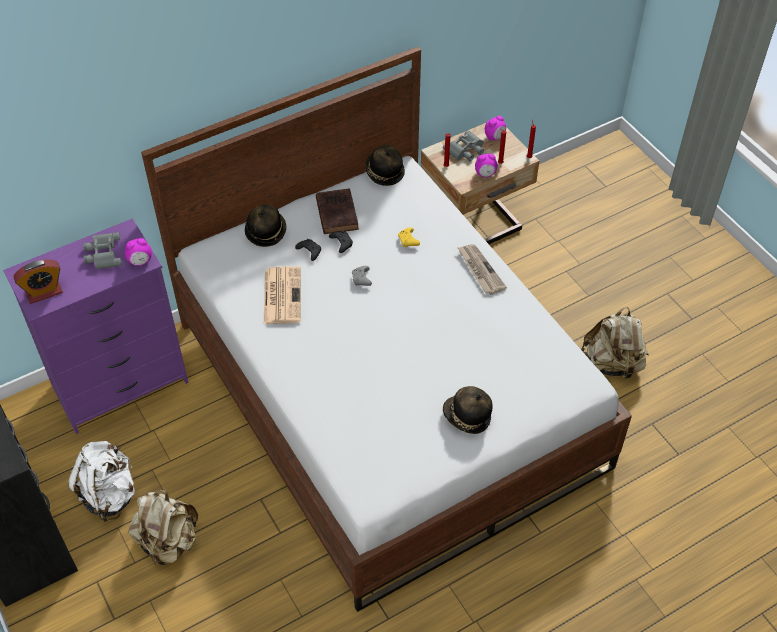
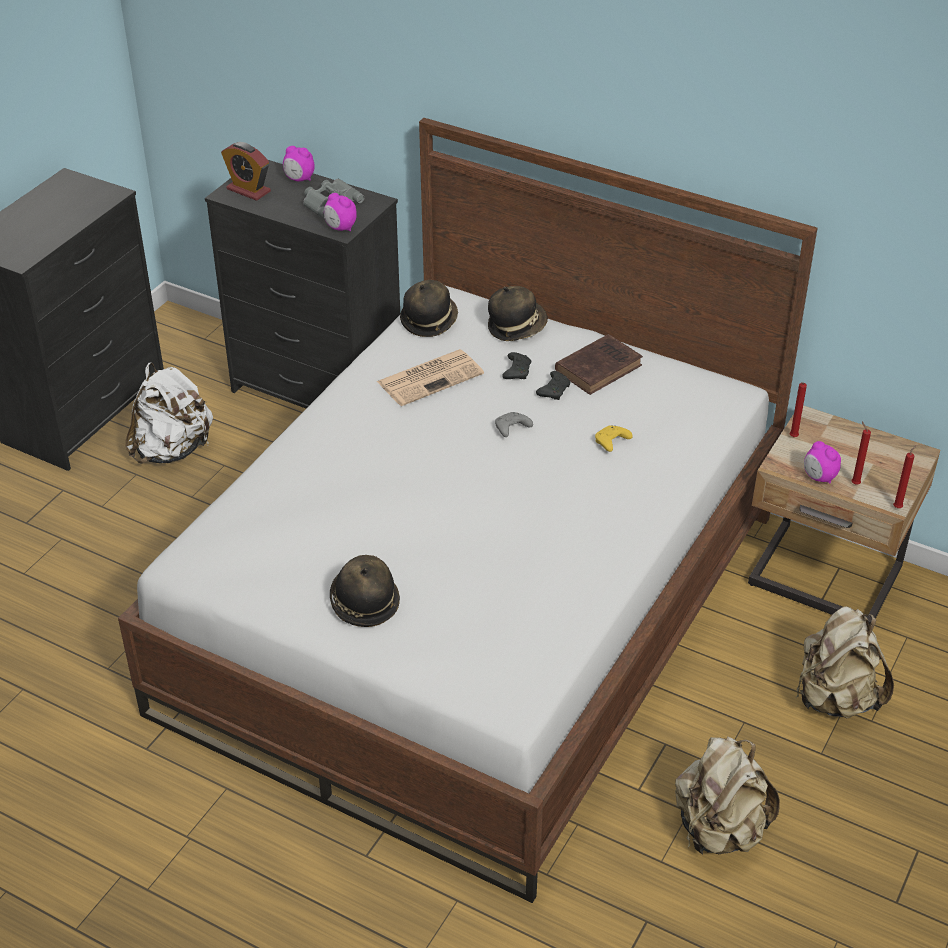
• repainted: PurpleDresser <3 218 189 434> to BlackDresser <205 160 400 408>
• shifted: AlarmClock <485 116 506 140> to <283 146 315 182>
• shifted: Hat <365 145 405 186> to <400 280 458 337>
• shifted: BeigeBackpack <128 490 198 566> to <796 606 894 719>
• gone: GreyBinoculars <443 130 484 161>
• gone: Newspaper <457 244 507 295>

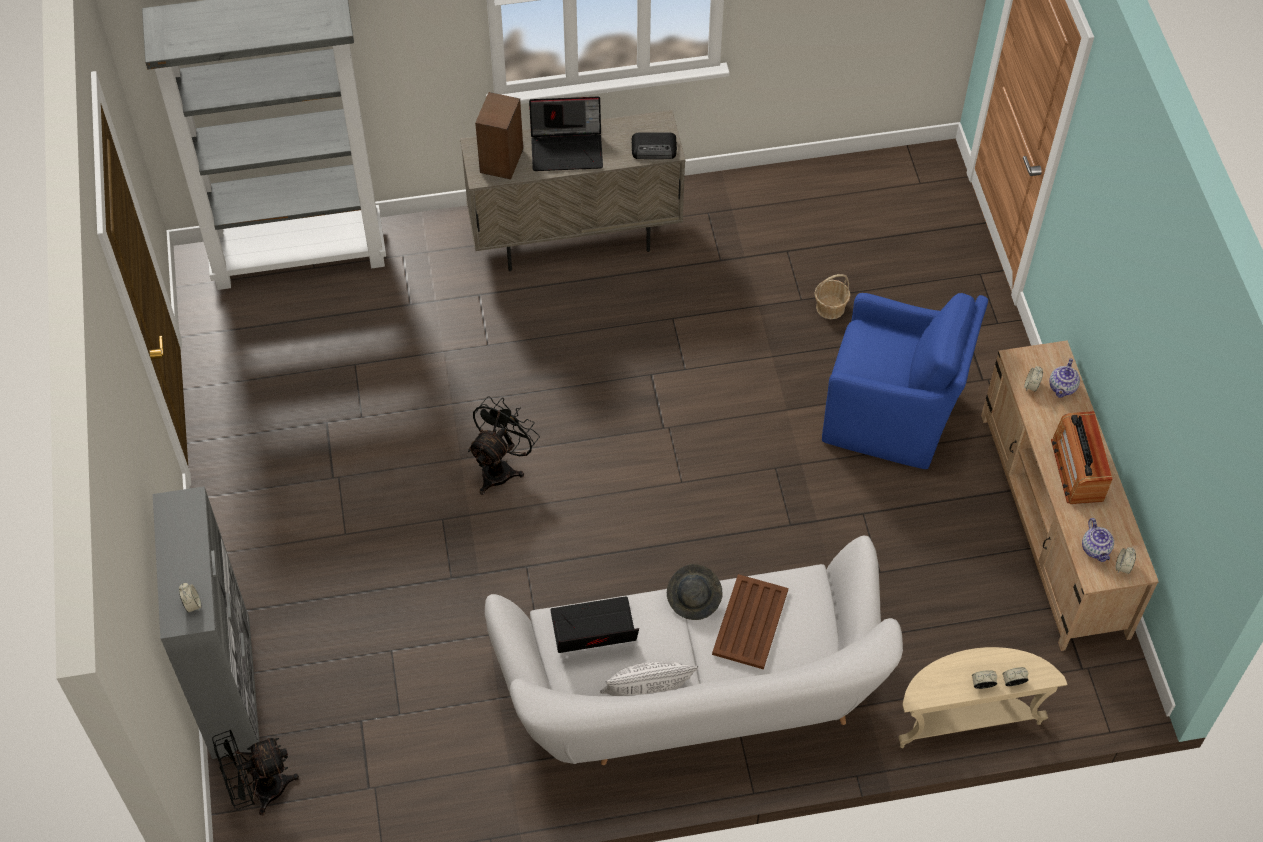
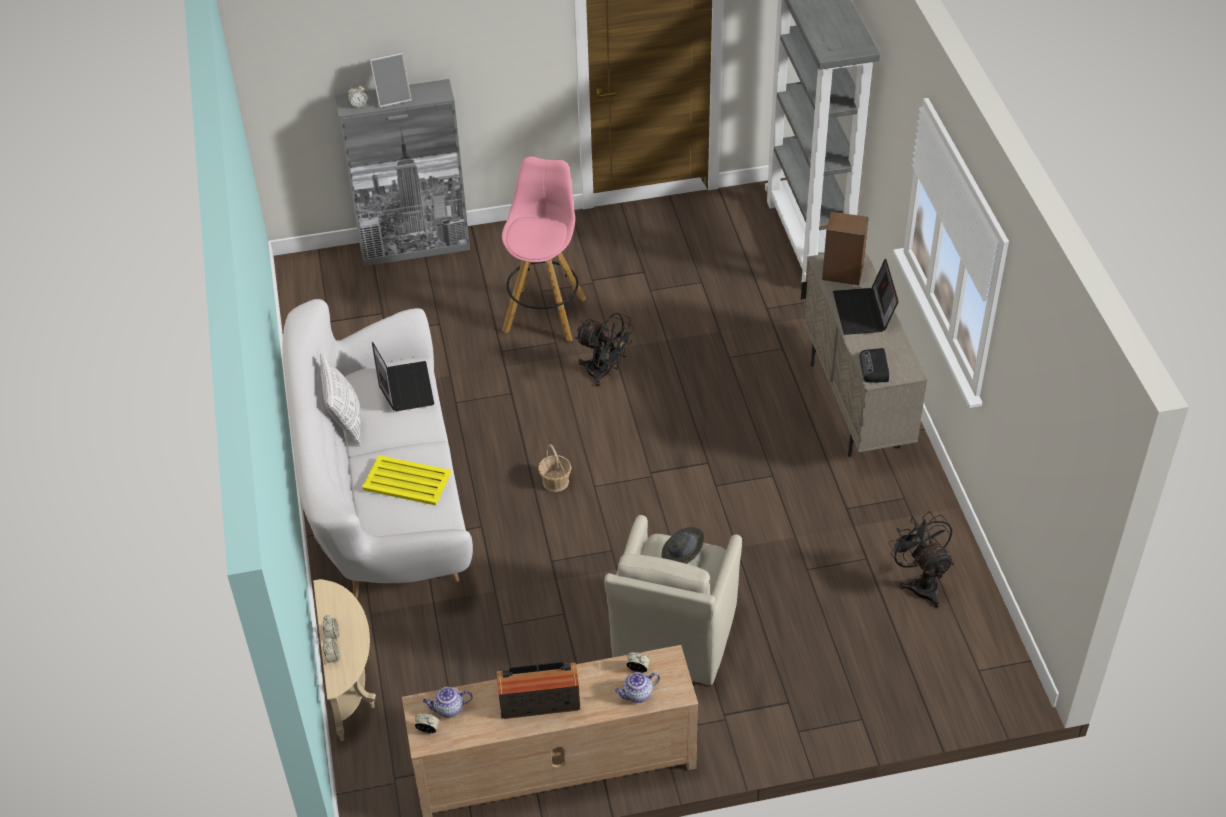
• repainted: BrownTray <712 574 788 670> to YellowTray <362 455 451 505>
• new: PictureFrame <370 53 412 108>
• new: PinkStool <502 156 587 341>
• shifted: Basket <814 274 850 319> to <538 444 572 492>
• repainted: BlueArmchair <822 293 988 469> to BeigeArmchair <604 515 742 685>
• rotated: Teapot <1049 358 1080 398> = <615 672 660 703> 45 degrees counterclockwise
• shifted: GreyHat <667 564 723 620> to <662 527 705 564>
• shifted: BlackFan <212 730 299 816> to <888 511 954 608>

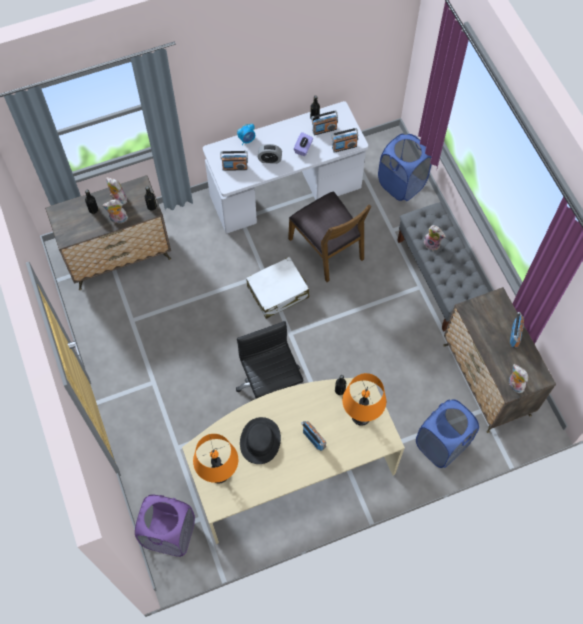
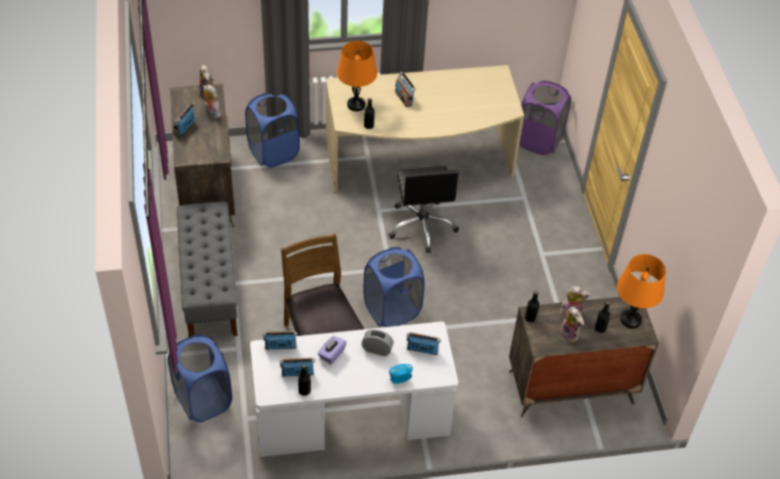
• shifted: PlushToy <424 225 446 251> to <203 85 221 118>
• swapped: WhiteSuitcase <246 257 309 319> to BlueLaundryBasket <363 247 425 327>
• shifted: OrangeTableLamp <193 434 238 484> to <617 254 666 328>
• gone: BlackHat <240 417 281 464>

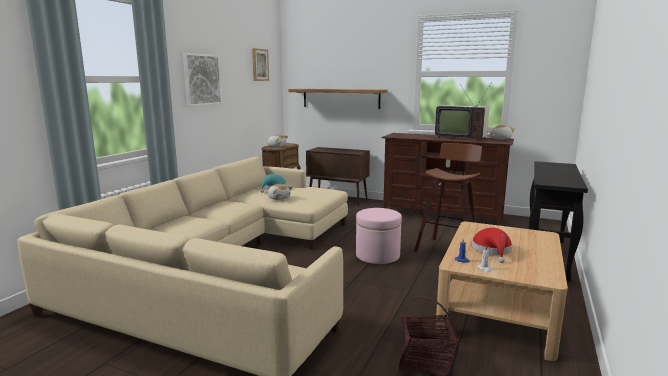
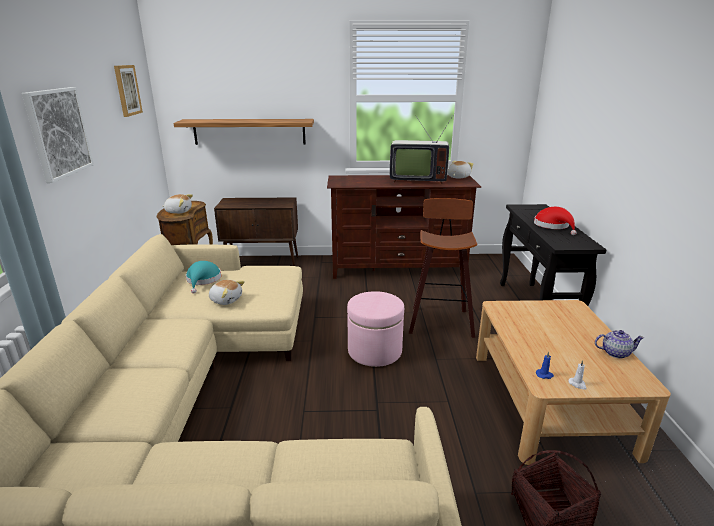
• shifted: RedHat <472 228 512 263> to <534 207 576 235>
• new: Teapot <595 330 644 358>

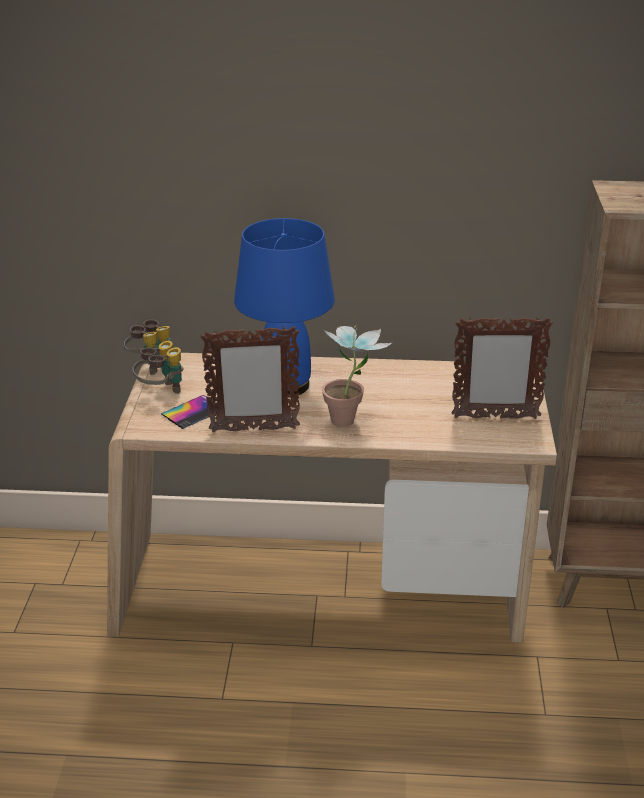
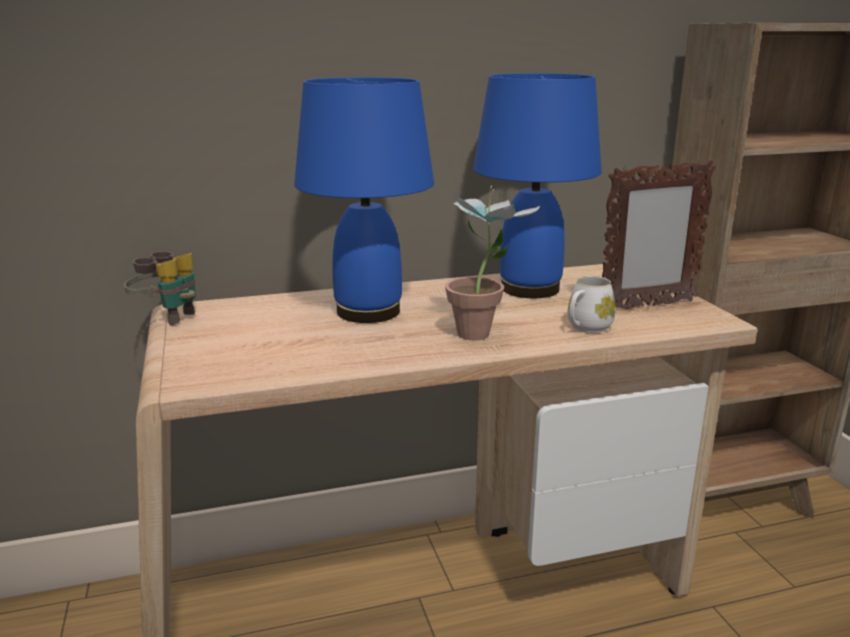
• new: BlueTableLamp <473 73 602 298>
• new: WhiteMug <568 276 615 333>
• gone: Binoculars <133 341 184 394>
• gone: Phone <161 395 218 429>
• gone: PictureFrame <200 326 300 432>

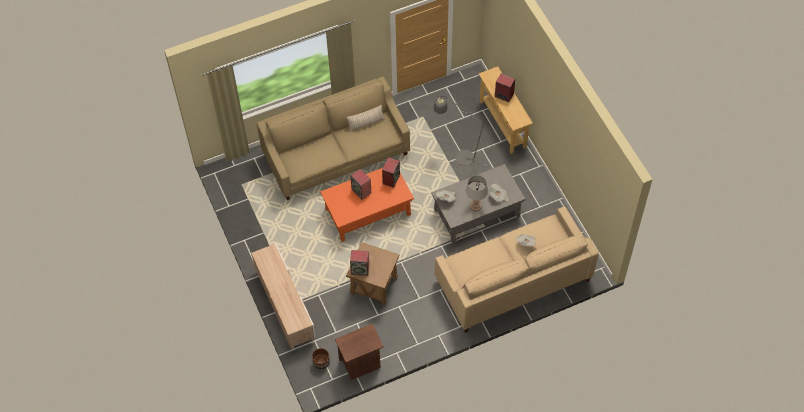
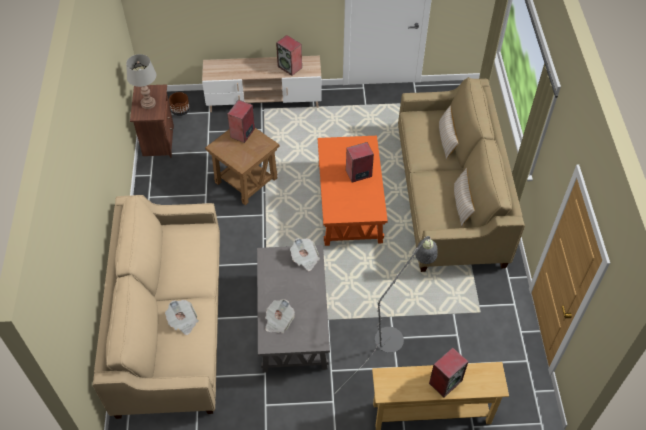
• shifted: GreyTableLamp <466 175 488 211> to <126 54 156 109>
• shifted: Speaker <382 157 400 188> to <276 35 302 76>
• new: BeigePillow <439 105 459 160>

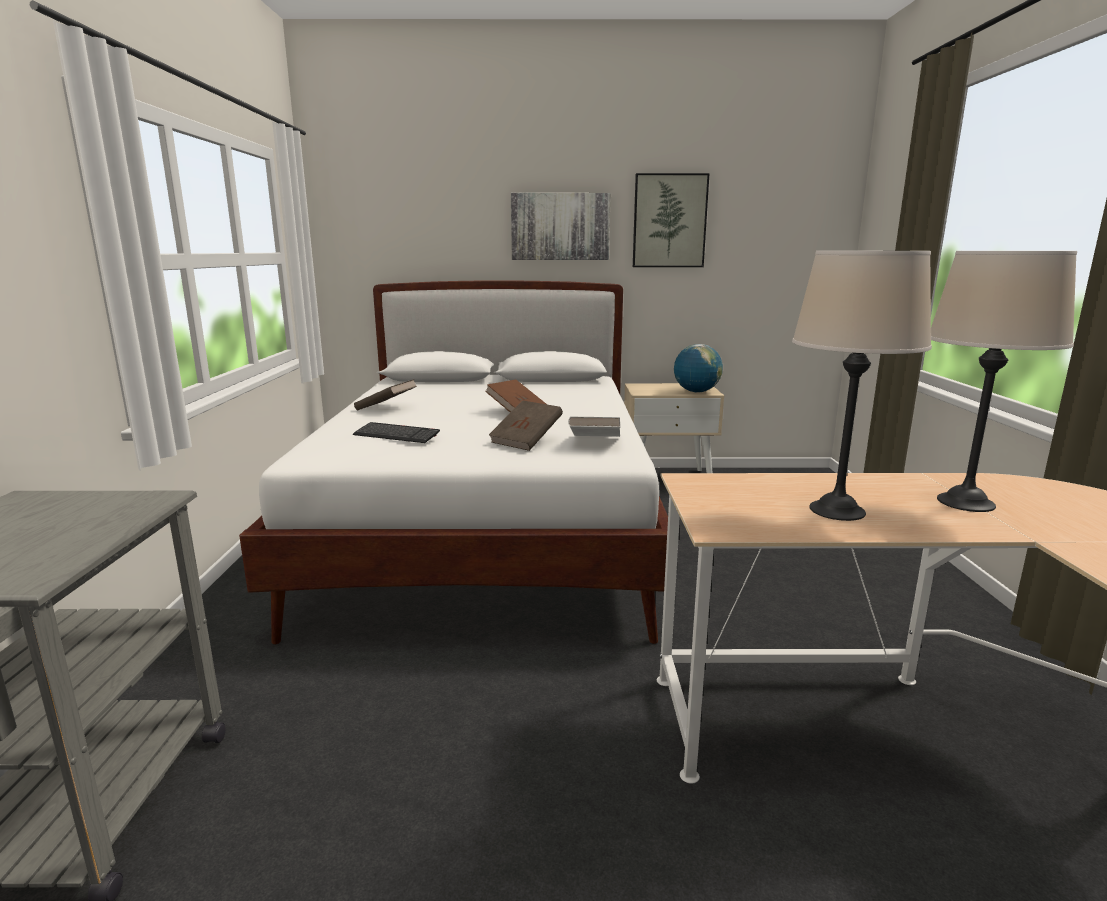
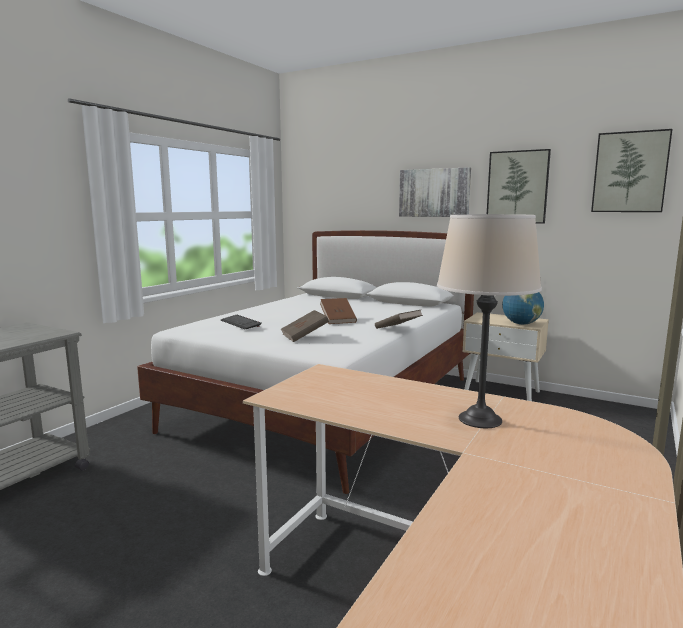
• shifted: BrownBook <354 379 417 411> to <375 310 423 329>
• new: Picture <591 129 673 212>
• gone: WhiteBook <568 416 620 437>
• gone: BeigeTableLamp <792 251 932 521>

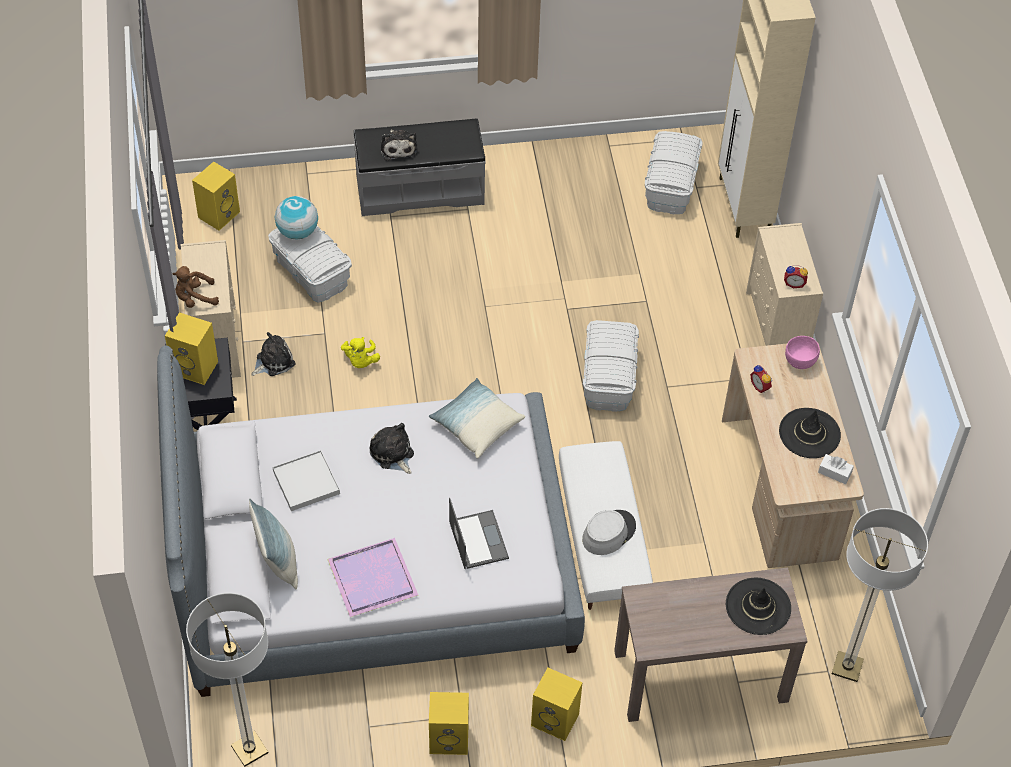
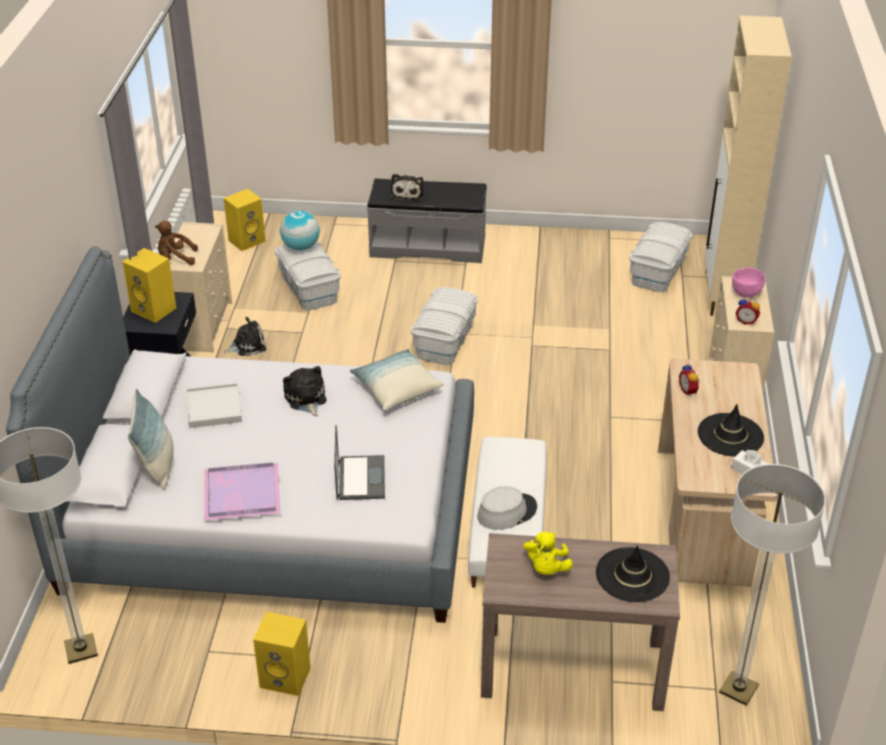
• shifted: WhiteStorageBox <583 320 639 412> to <411 287 478 365>
• shifted: YellowPlushToy <341 337 380 368> to <523 532 573 575>
• shifted: PinkBowl <785 336 820 369> to <732 268 765 297>
• gone: YellowSpeaker <531 667 582 741>

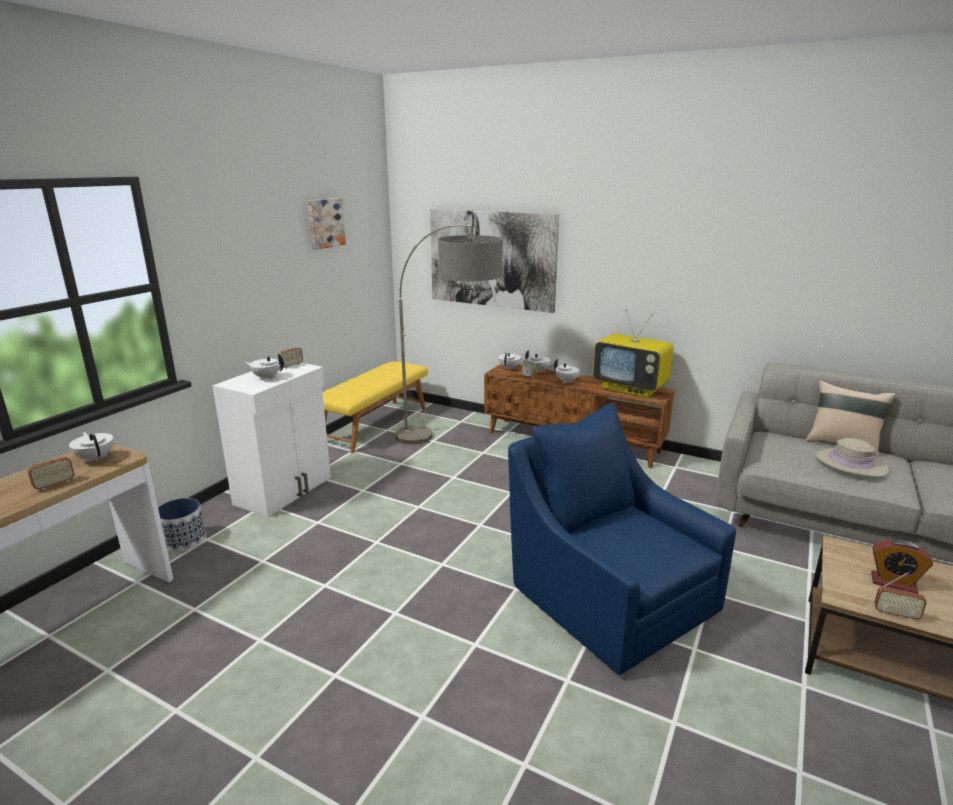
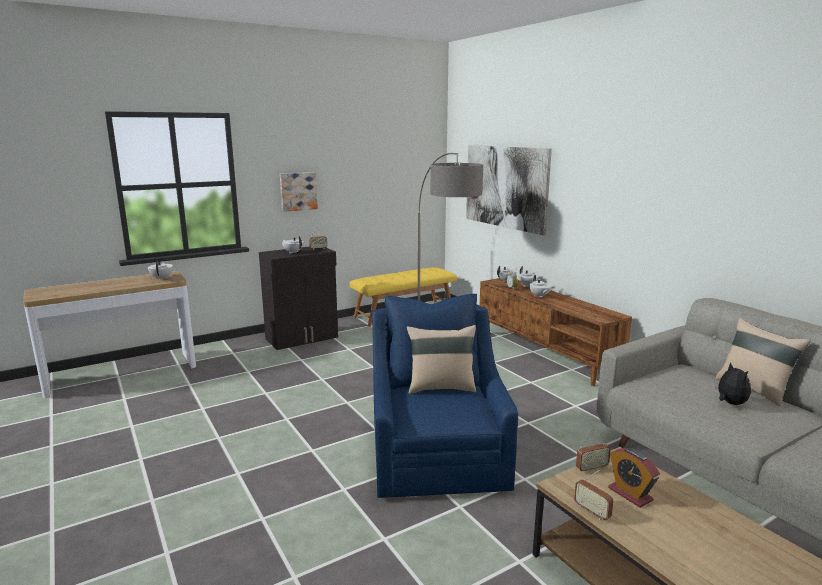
• repainted: WhiteCabinet <212 363 331 517> to BlackCabinet <259 247 338 350>
• shifted: Picture <307 198 346 250> to <280 172 318 212>
• new: BeigePillow <407 325 476 394>
• shifted: Radio <27 444 75 490> to <576 429 611 473>
• swapped: BeigeHat <816 438 889 478> to PlushToy <713 362 751 405>
• gone: Planter <158 498 206 552>
• gone: Television <593 310 674 398>

